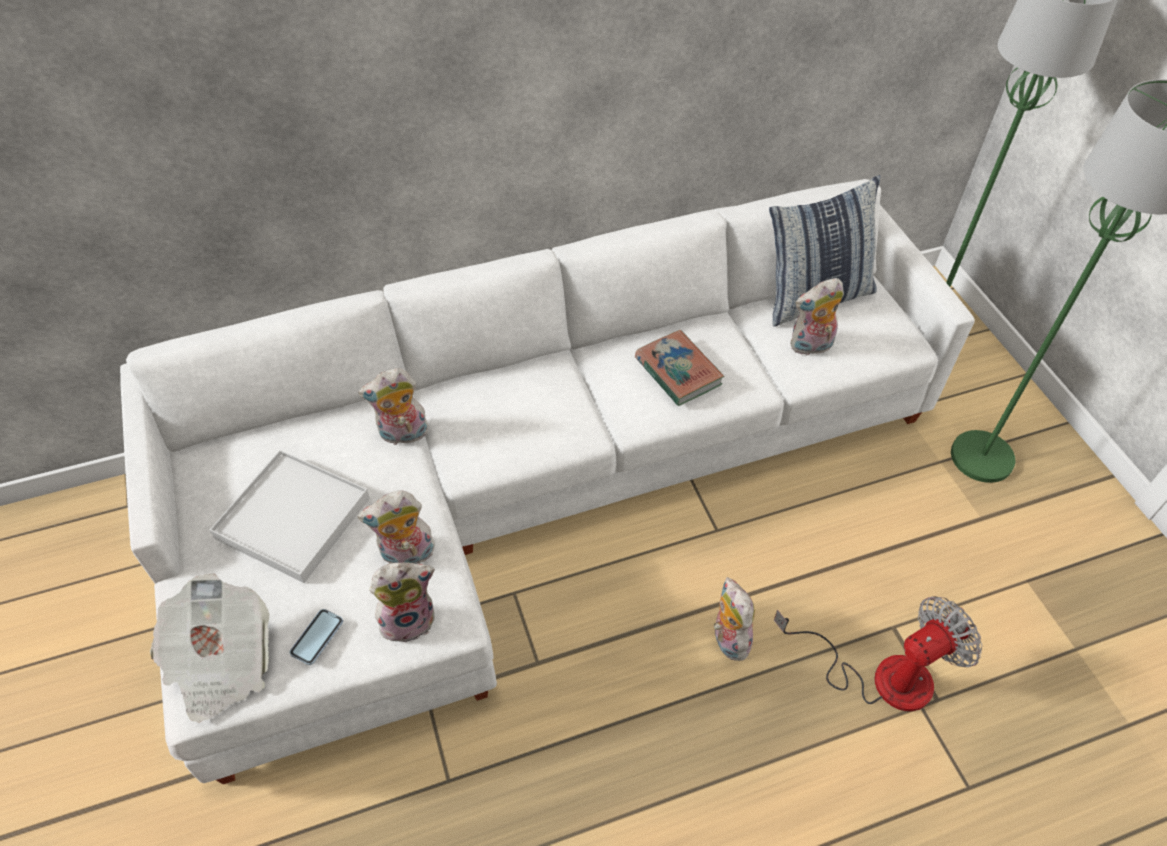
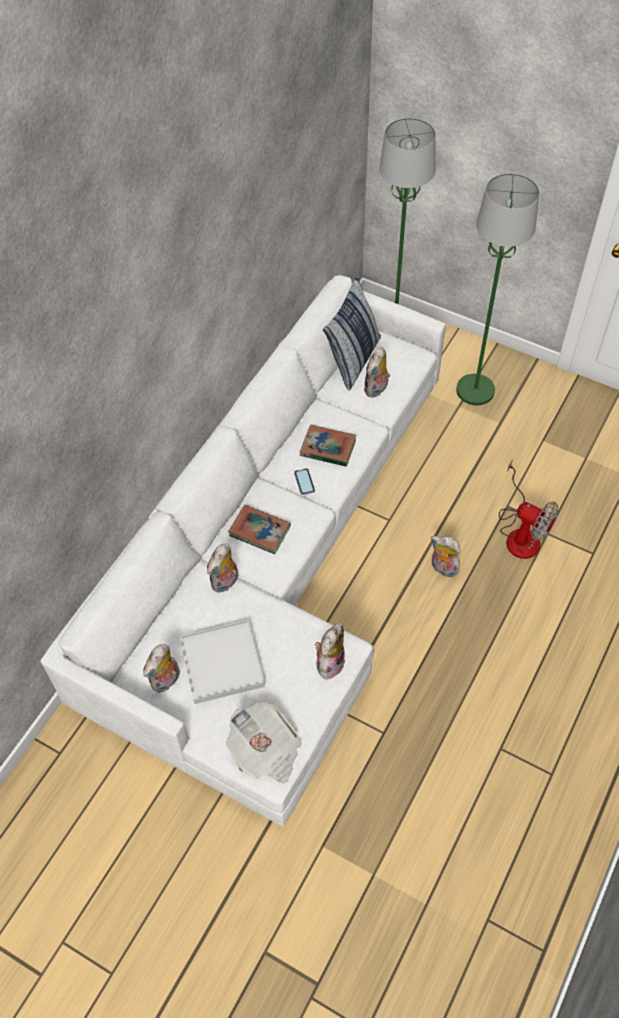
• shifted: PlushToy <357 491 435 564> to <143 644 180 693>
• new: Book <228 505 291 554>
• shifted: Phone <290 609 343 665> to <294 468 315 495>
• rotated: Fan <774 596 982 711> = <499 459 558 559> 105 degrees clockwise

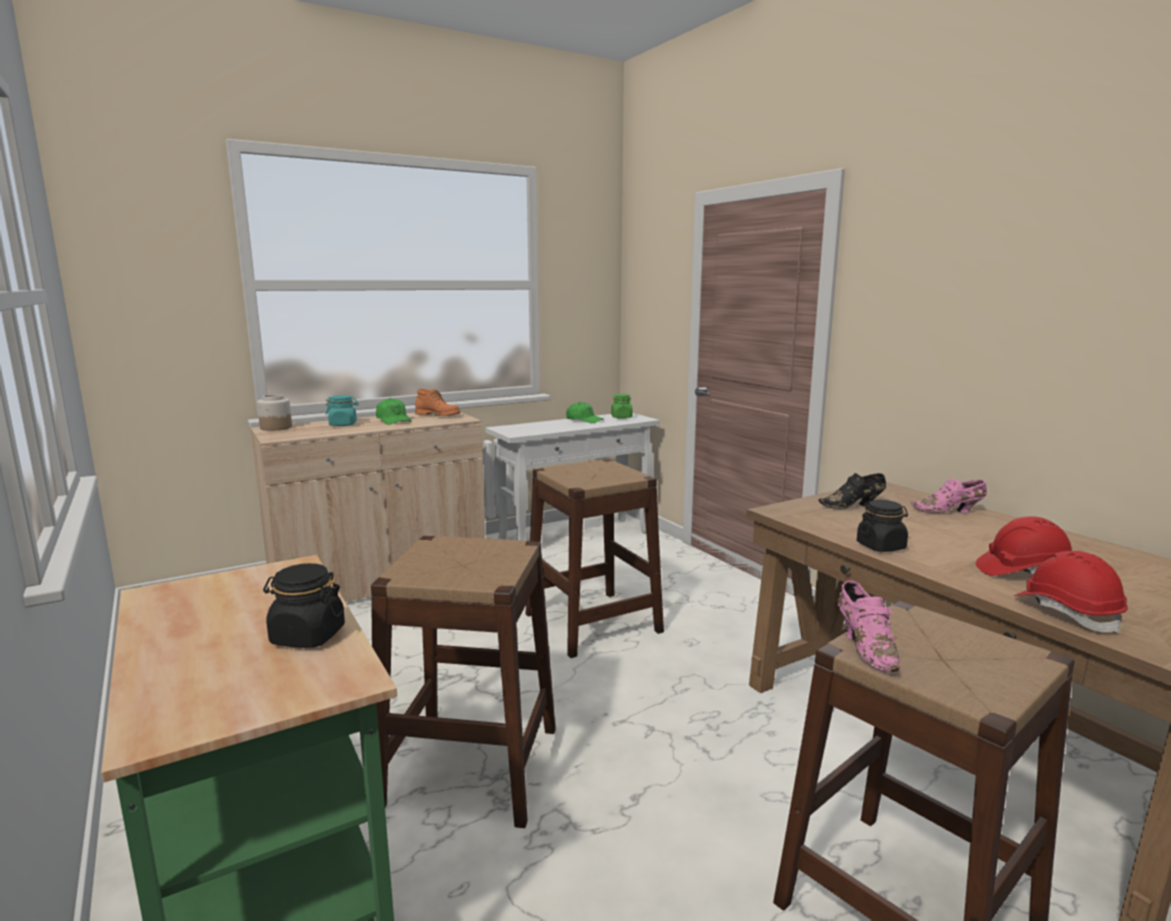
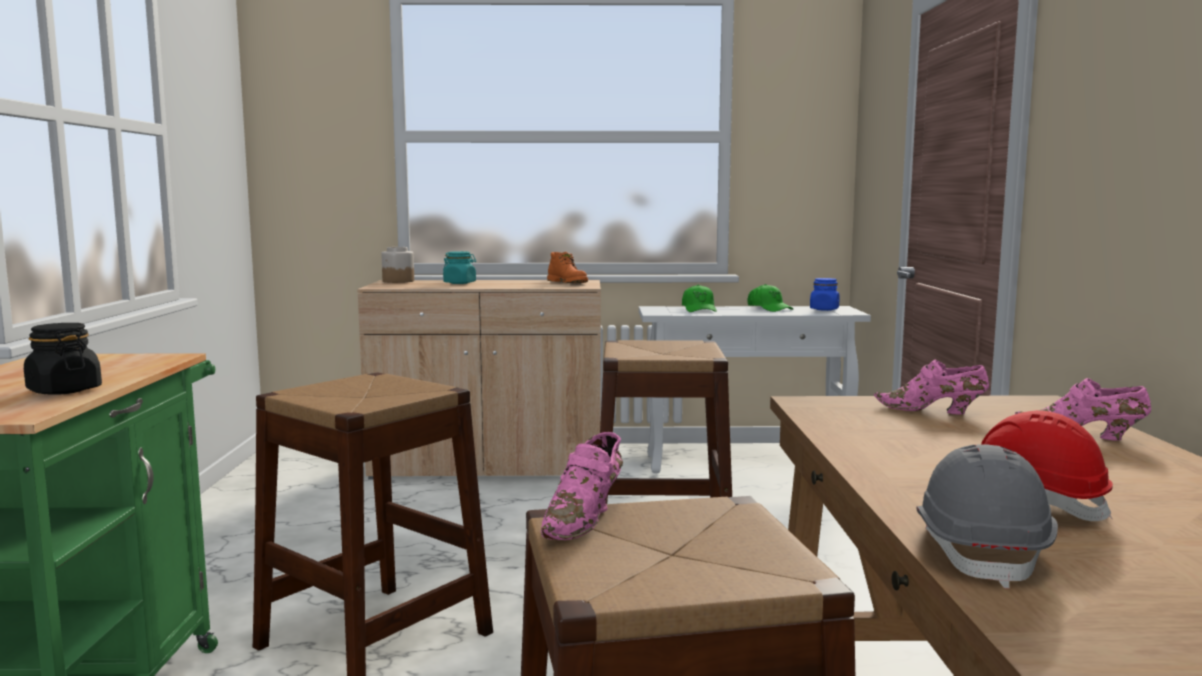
• shifted: GreenCap <376 398 412 425> to <682 285 717 312>
• repainted: GreenJar <611 394 633 419> to BlueJar <810 278 840 311>
• repainted: BlackShoe <818 473 886 509> to PinkShoe <874 360 989 415>
• repainted: RedHardHat <1014 551 1128 635> to GreyHardHat <917 444 1058 589>
• gone: BlackJar <857 500 908 552>

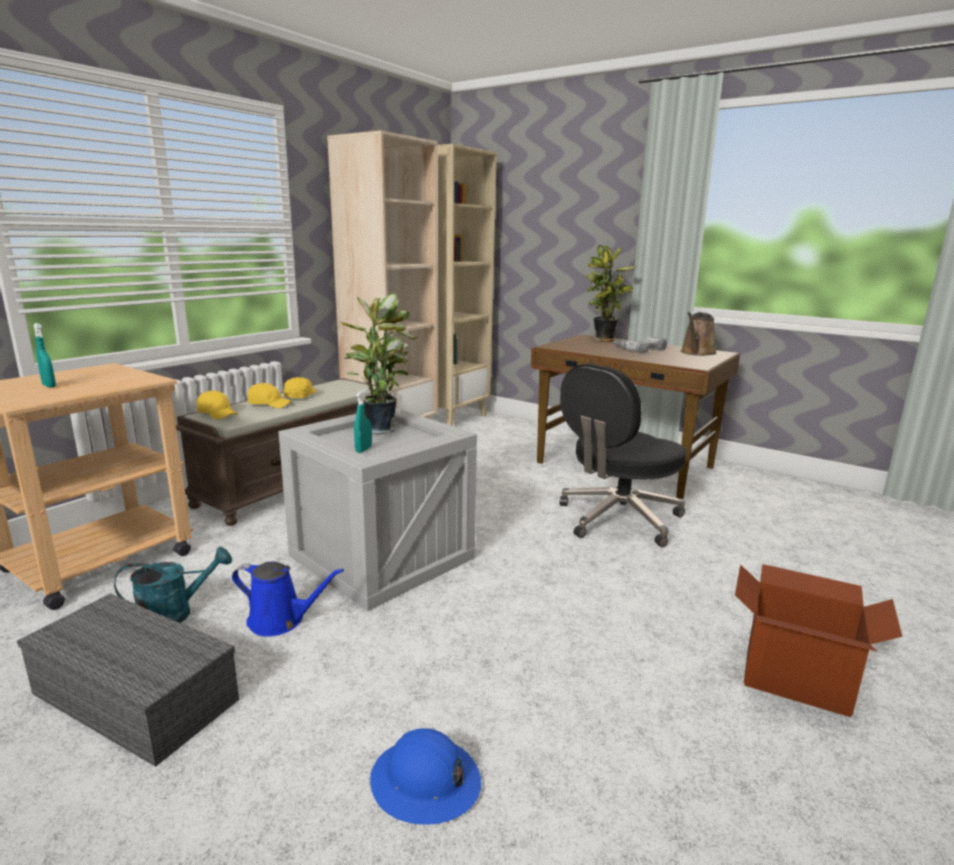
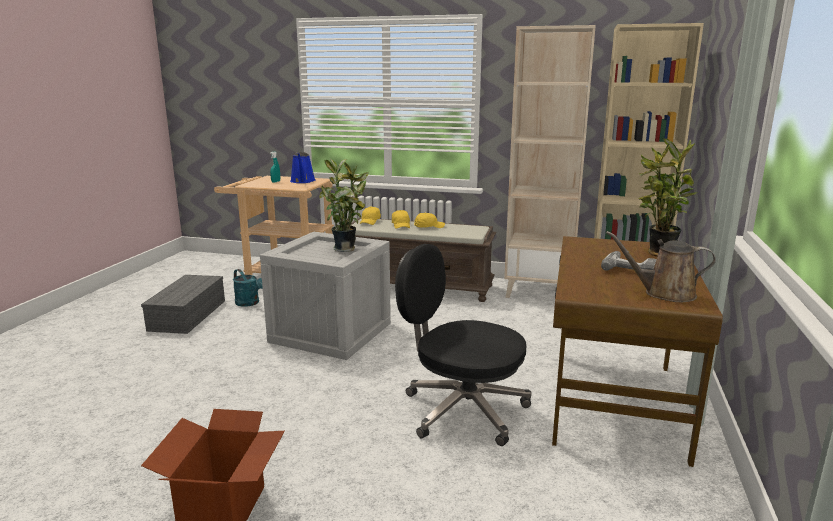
• shifted: BlueWateringCan <232 562 344 637> to <290 152 315 183>
• gone: TurquoiseSprayBottle <354 389 372 453>
• gone: BlueHardHat <370 728 481 825>

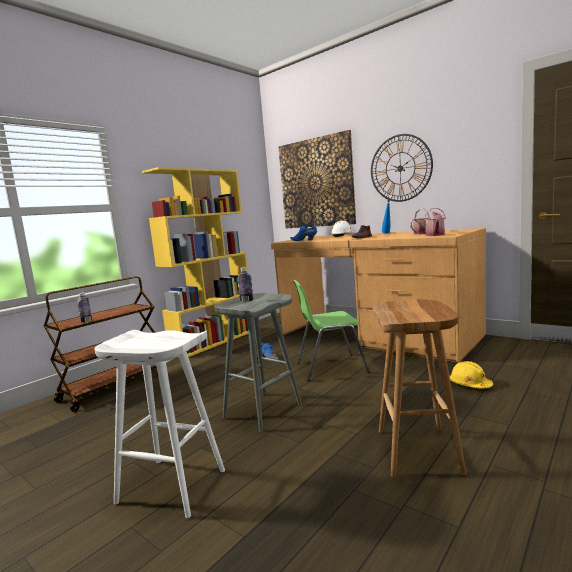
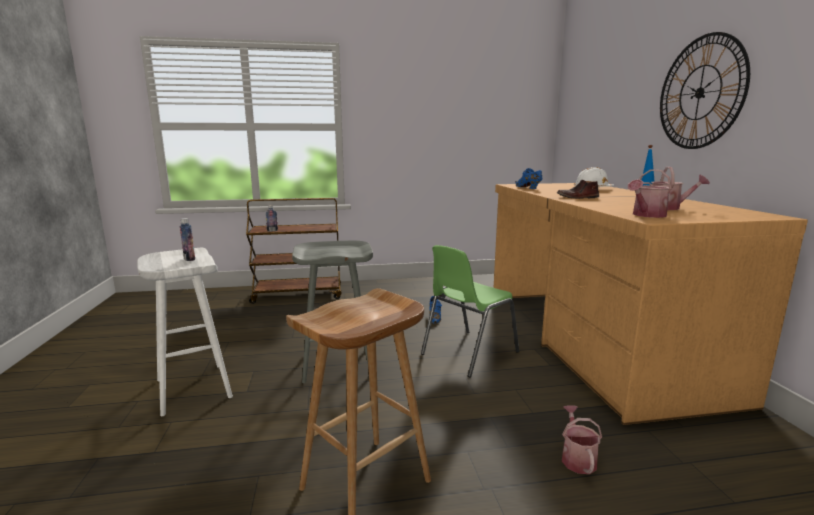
• shifted: Bottle <237 267 254 302> to <180 218 195 261>
• rotated: GreenChair <293 280 370 381> = <421 245 519 377> 75 degrees counterclockwise
• swapped: YellowHardHat <449 361 493 389> to WateringCan <562 405 602 474>
• gone: YellowBookcase <142 167 248 357>
• gone: Picture <278 130 356 228>

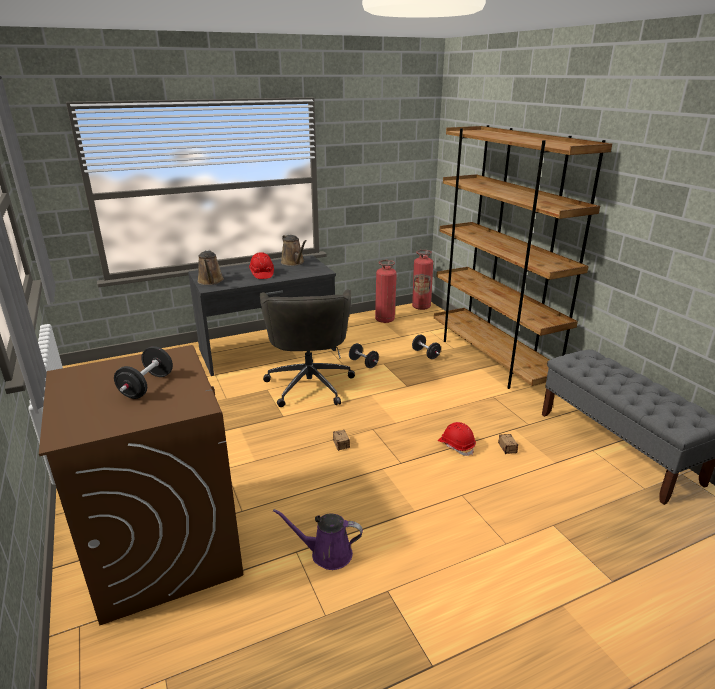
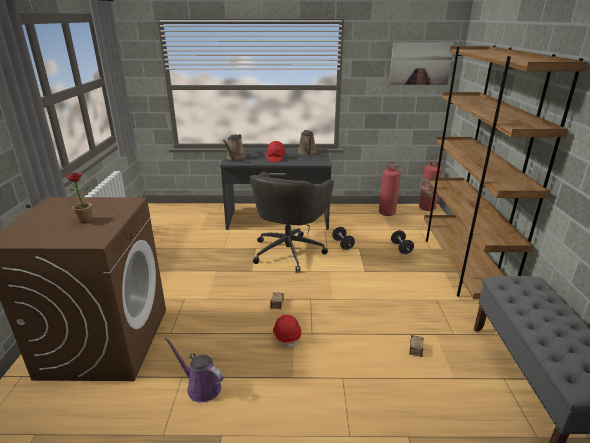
• swapped: BlackDumbbell <114 346 173 399> to PottedPlant <65 173 92 223>
• shifted: RedHardHat <438 422 476 456> to <273 314 301 349>
• new: Picture <389 43 454 85>

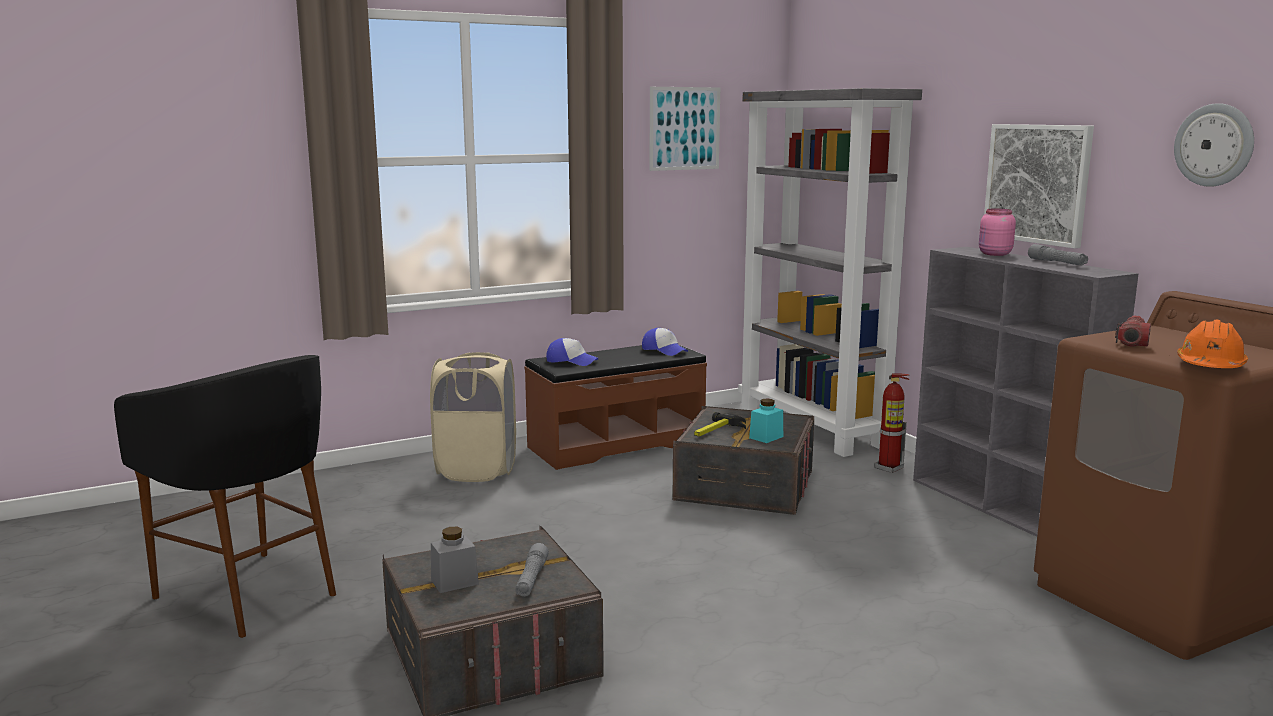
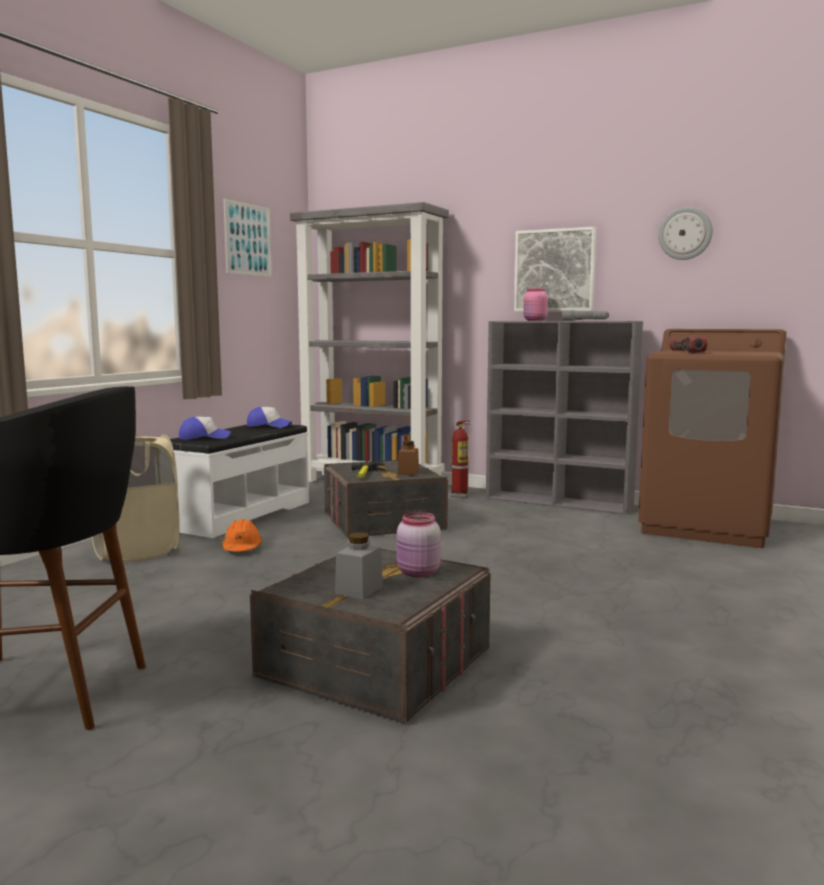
• repainted: BrownBench <524 344 707 470> to WhiteBench <170 424 309 538>
• shifted: OrangeHardHat <1177 320 1248 368> to <222 519 262 552>
• repainted: TurquoiseJar <749 398 783 443> to BrownJar <397 441 419 476>
• swapped: GreyFlashlight <515 543 549 596> to PinkJar <397 512 441 577>

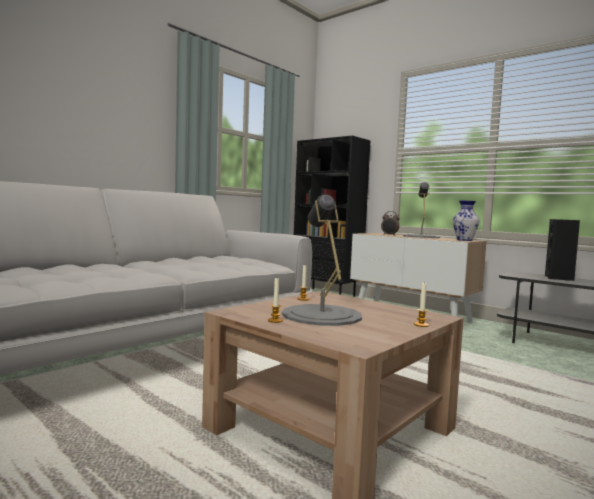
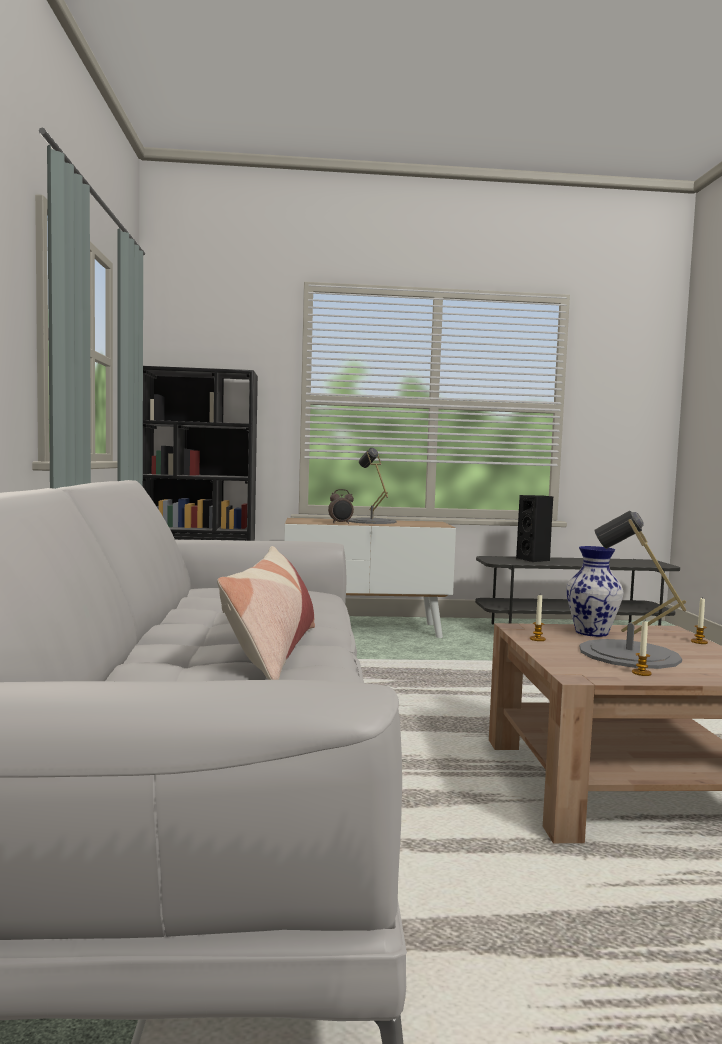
• new: Pillow <217 546 315 680>
• shifted: Vase <453 201 479 241> to <566 546 623 637>

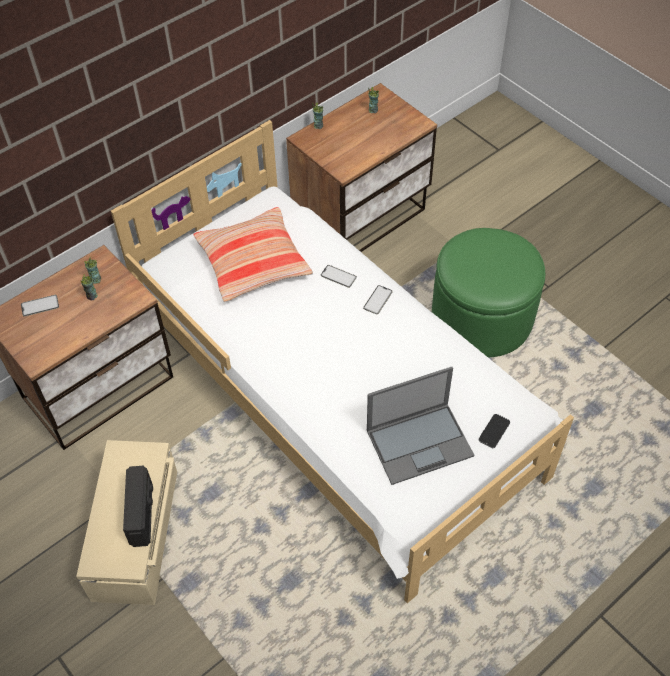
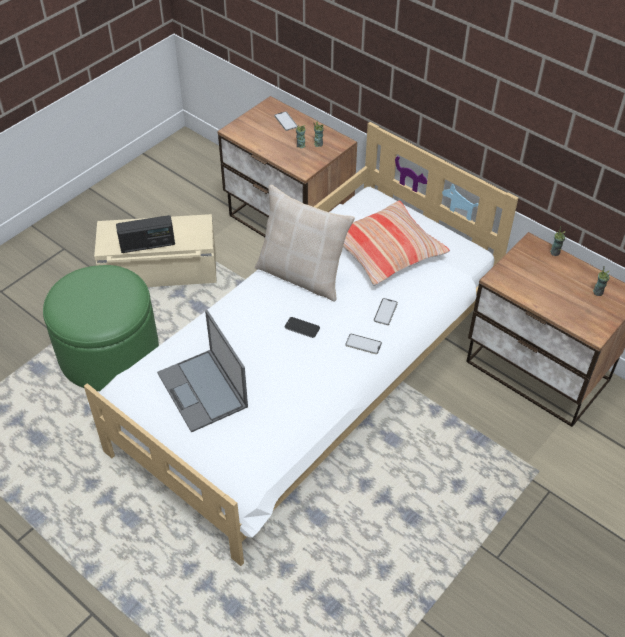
• shifted: GreenOttoman <432 228 545 357> to <43 265 159 391>
• new: BeigePillow <255 185 355 302>
• shifted: Phone <479 414 510 448> to <285 317 320 338>

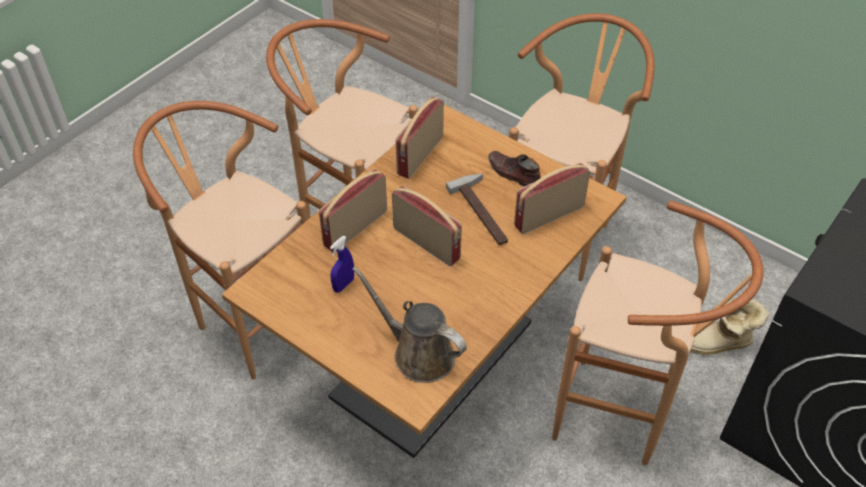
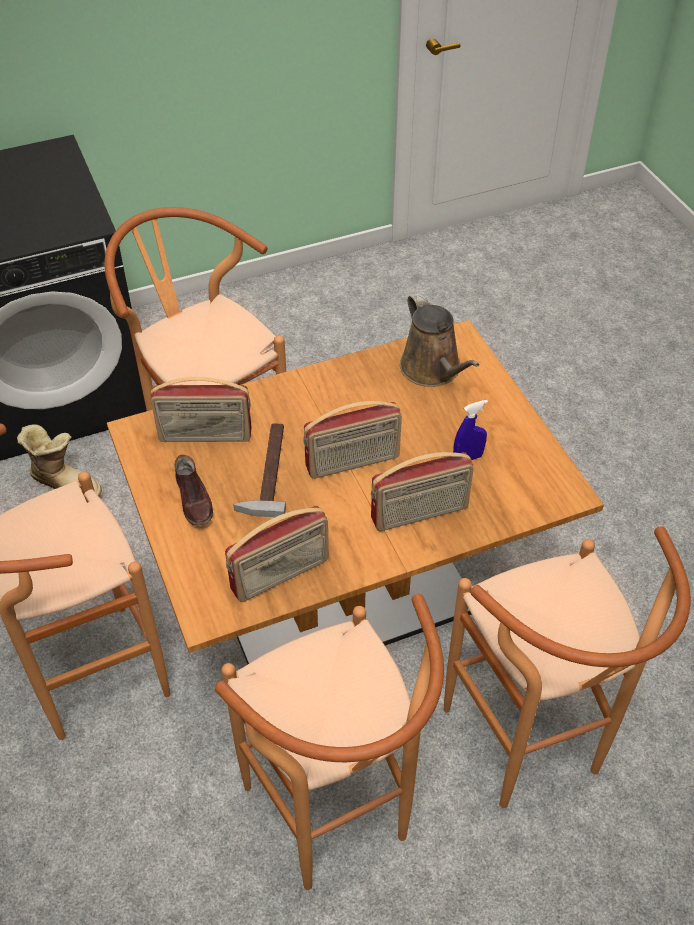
• rotated: Radio <392 186 462 267> = <303 401 402 479> 90 degrees counterclockwise

